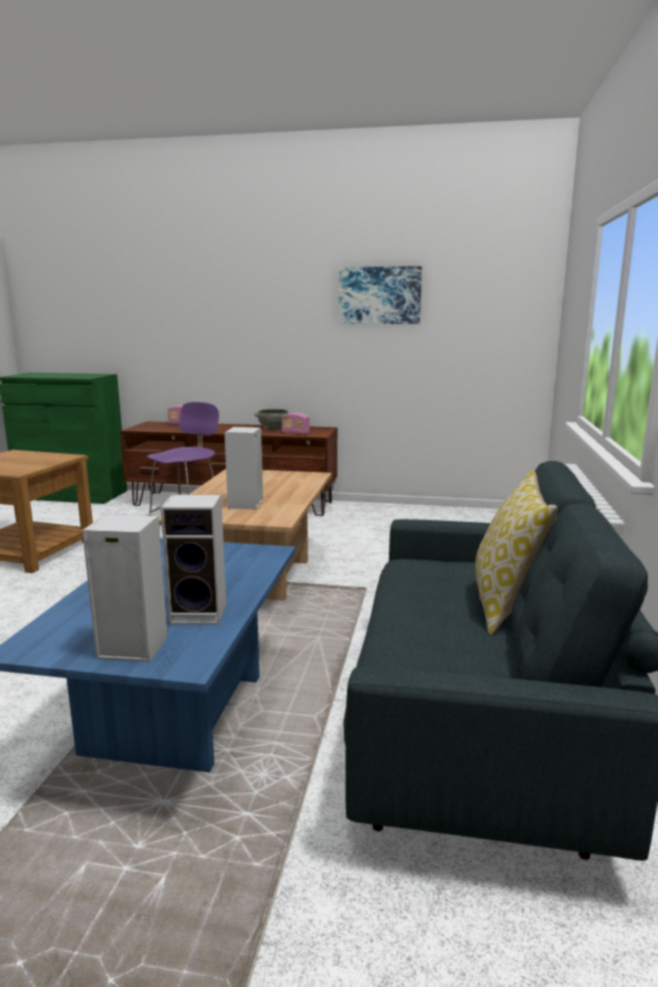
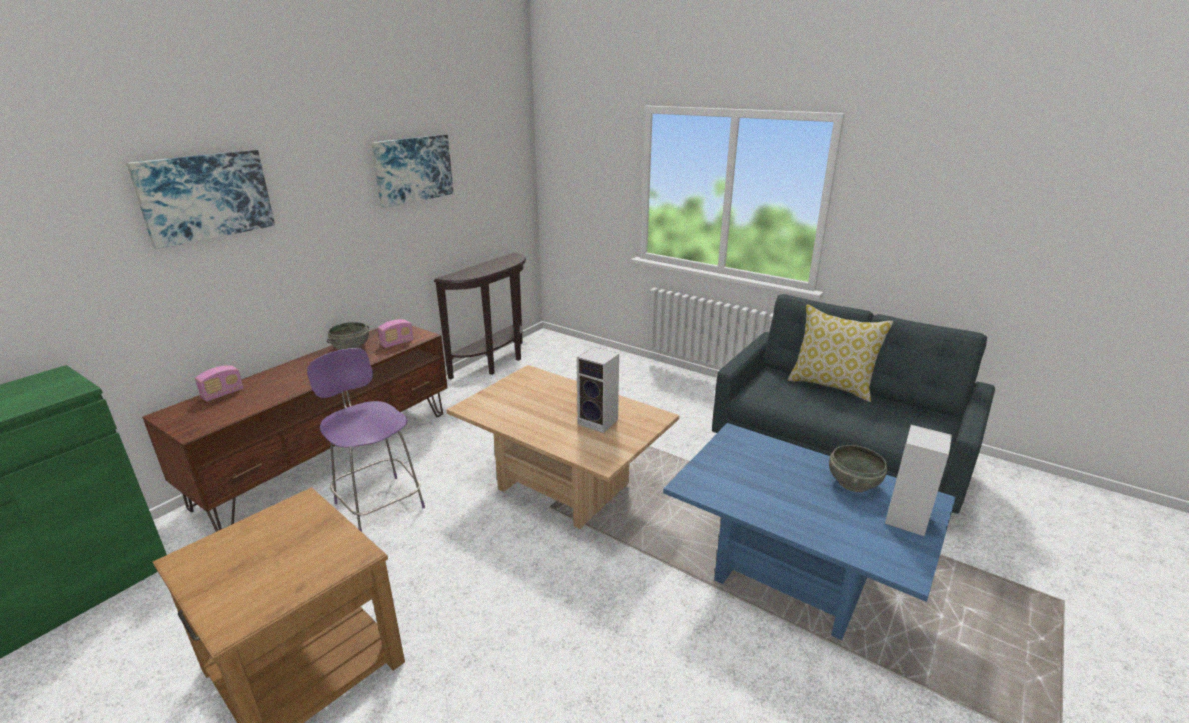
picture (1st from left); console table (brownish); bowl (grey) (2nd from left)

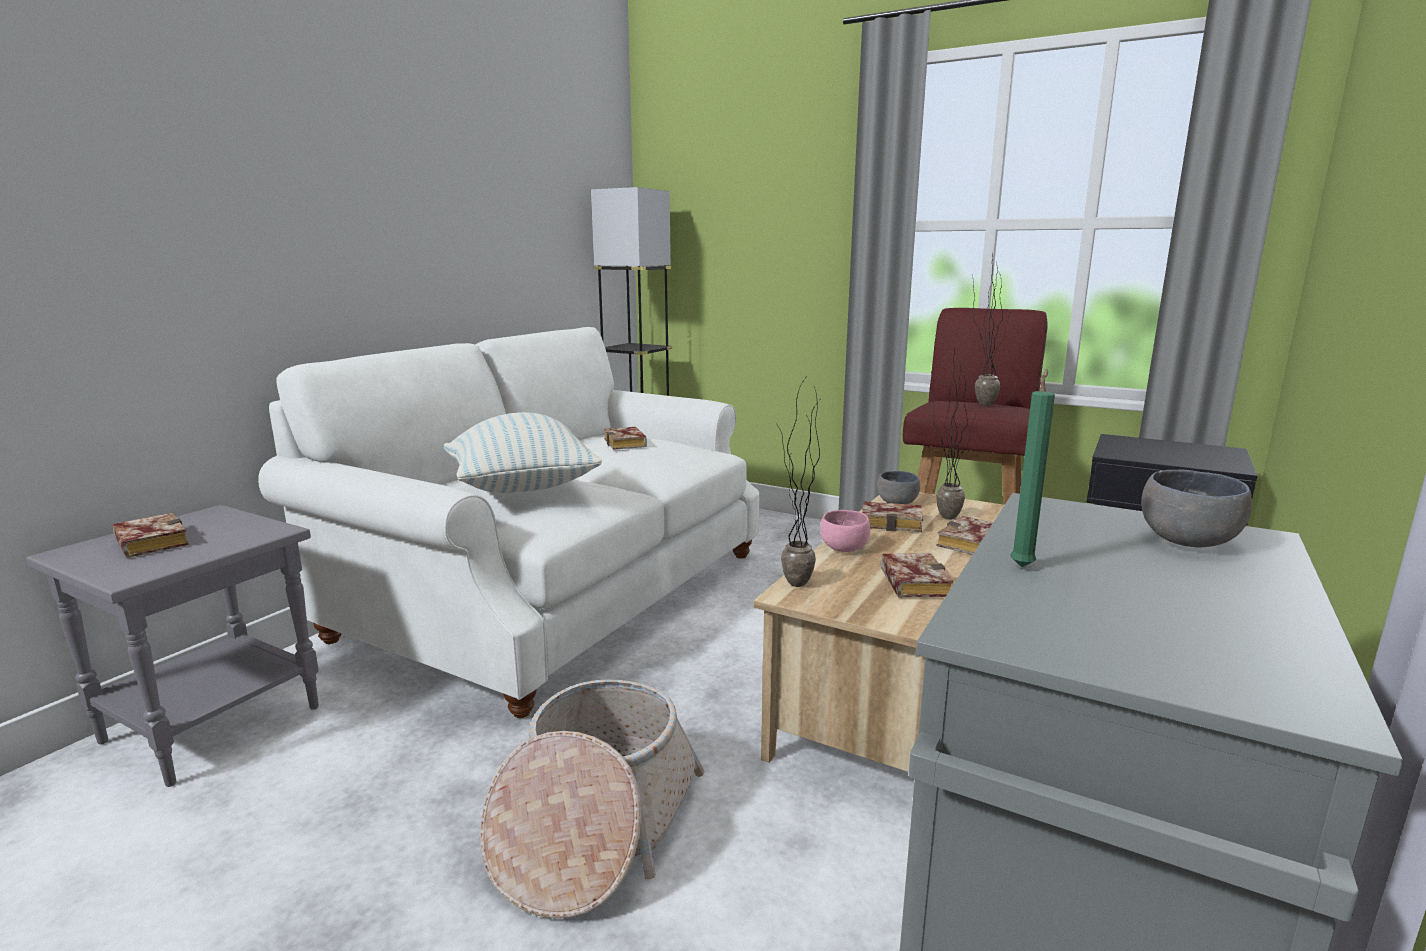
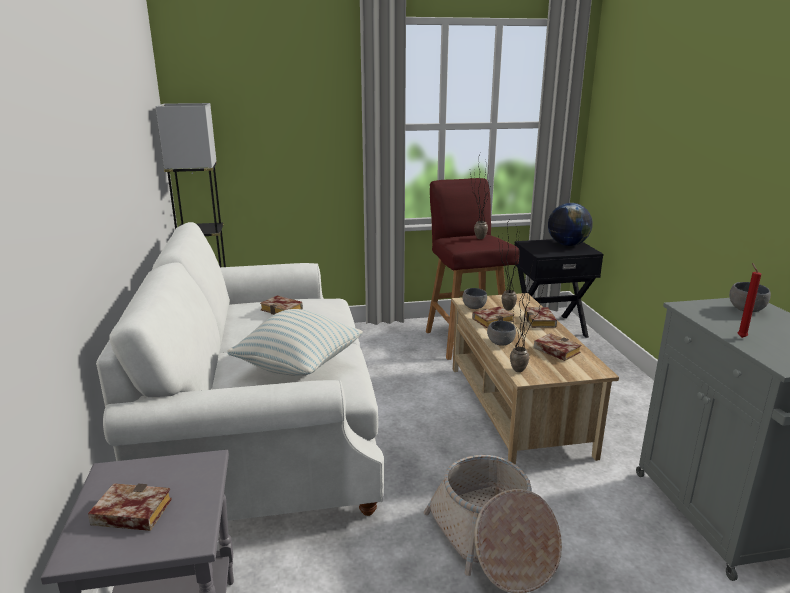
bowl (grey) (2nd from left); desk globe; wax light (reddish)

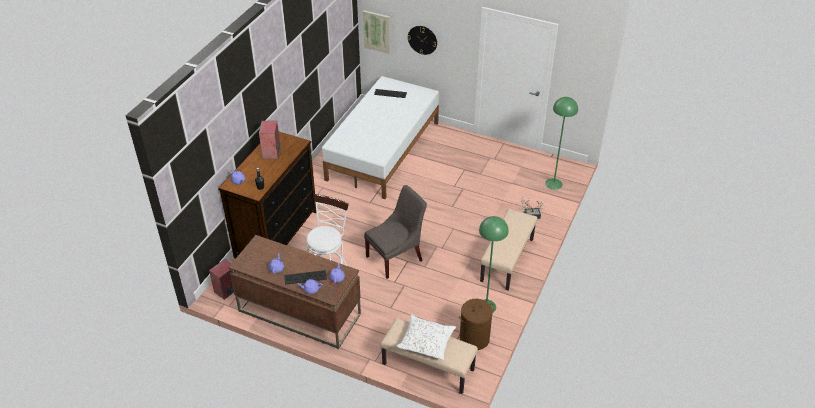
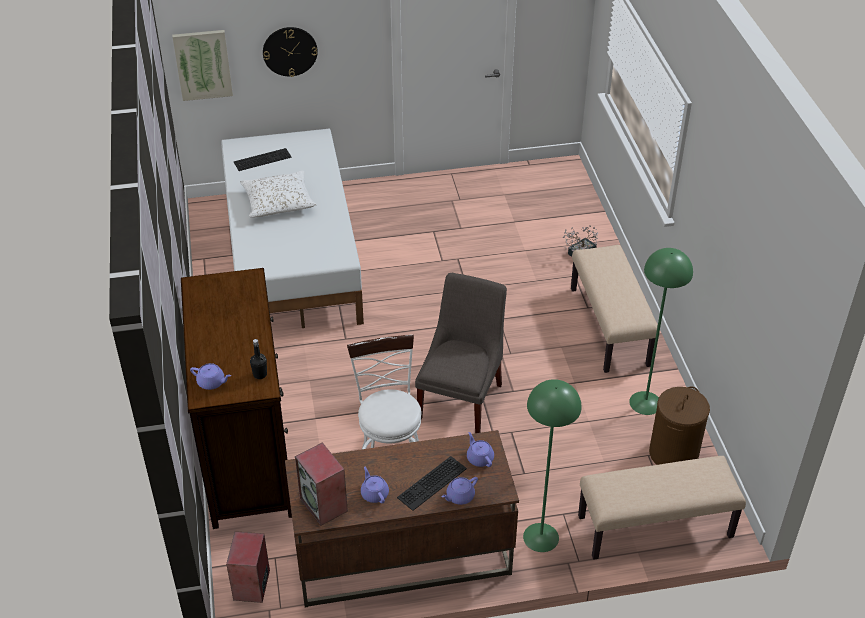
cushion (whitish); audio speaker (2nd from left); standard lamp (green) (1st from left)

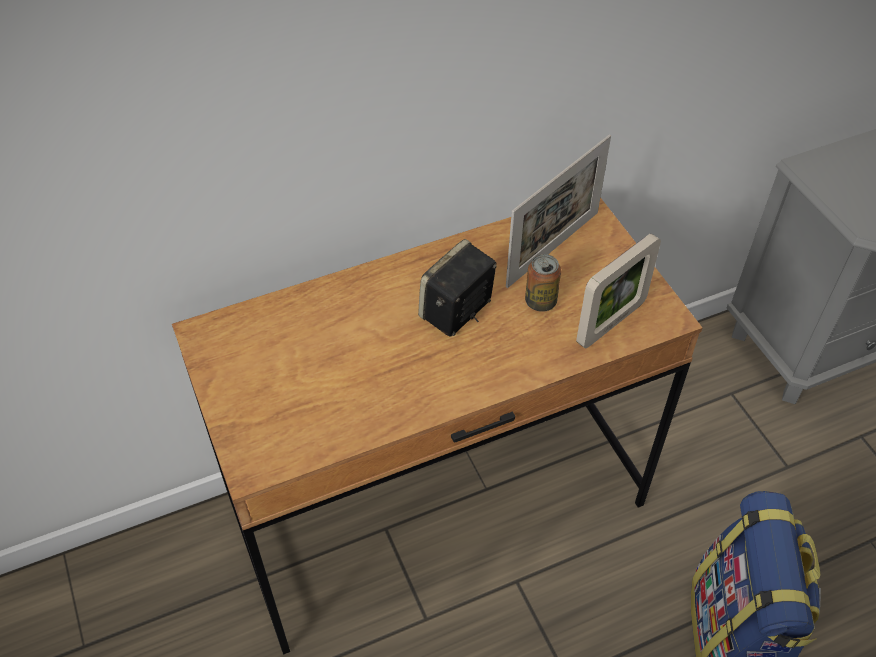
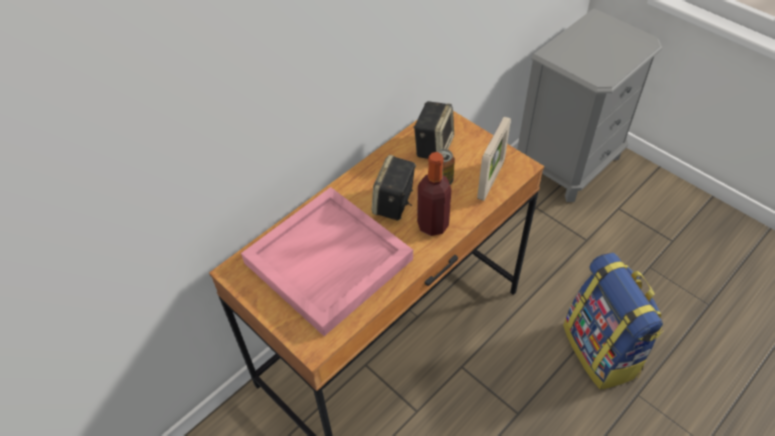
serving tray (pink-coloured); audio speaker (2nd from left); bottle

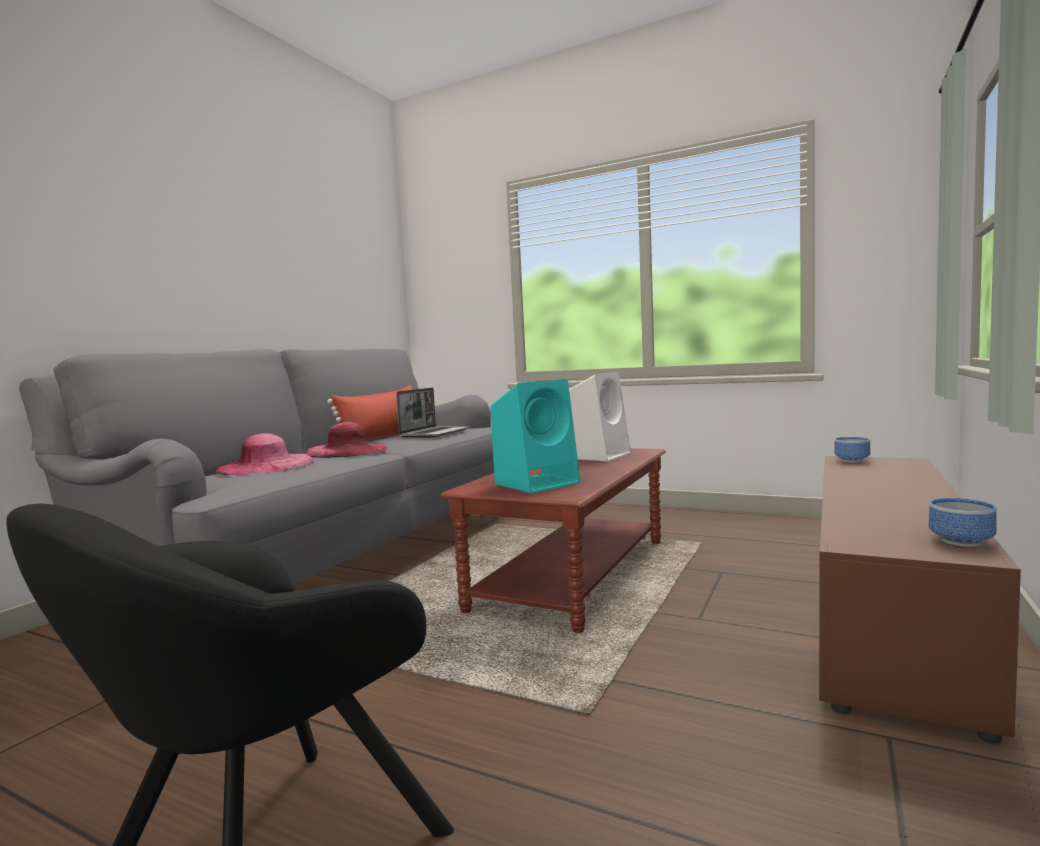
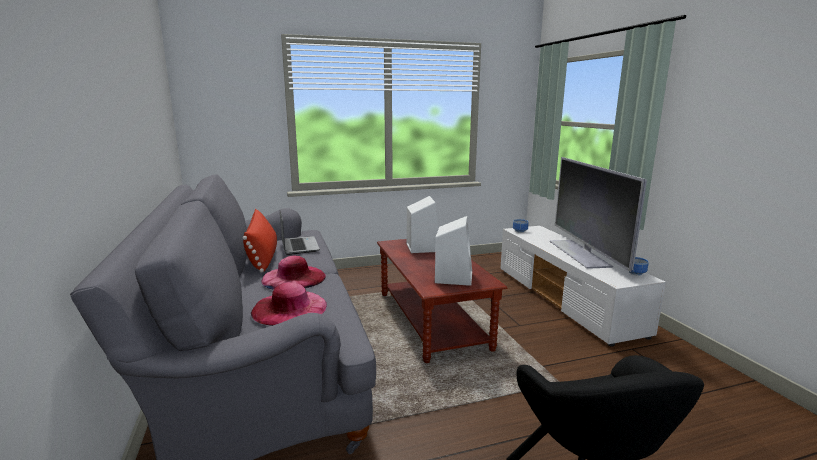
audio speaker (whitish) (2nd from left); media console (whitish); TV set

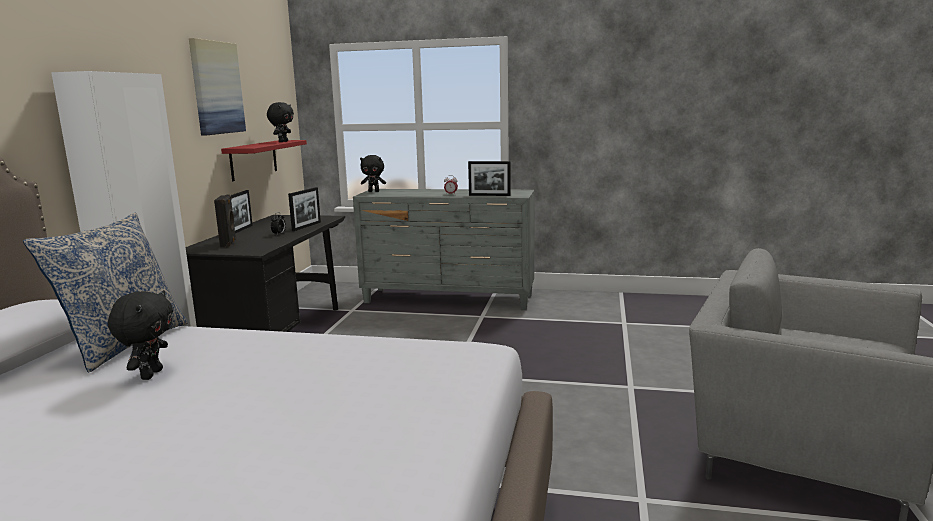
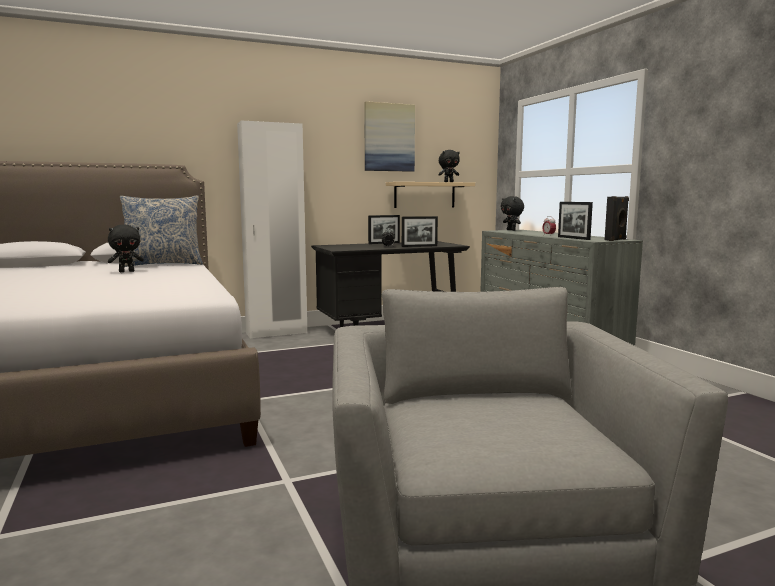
shelf (beige-coloured); audio speaker (black)

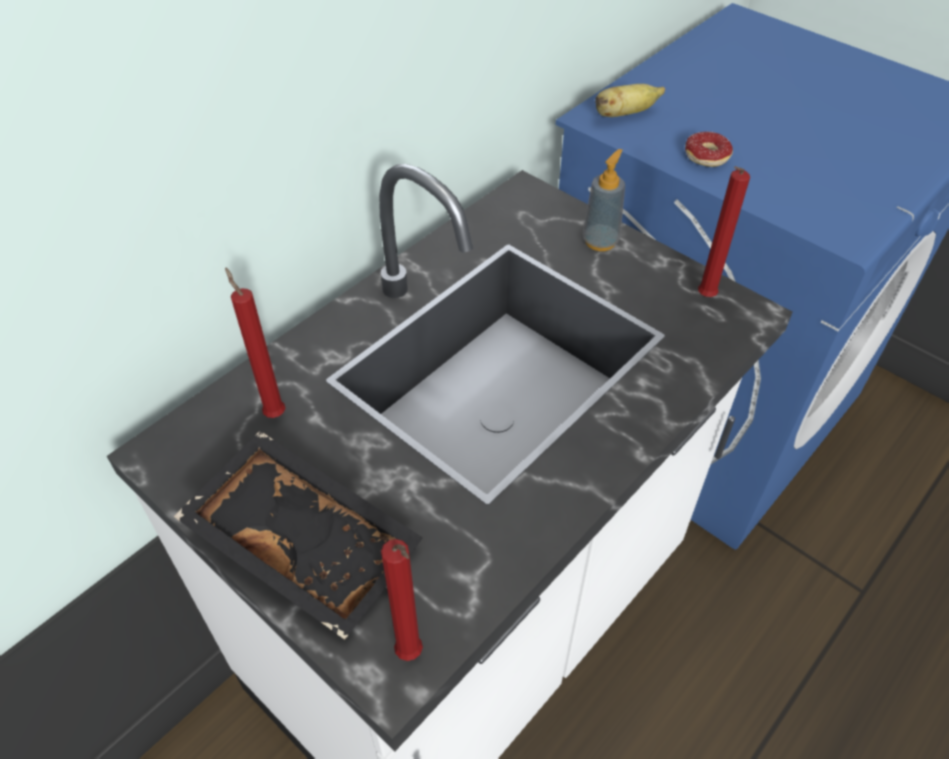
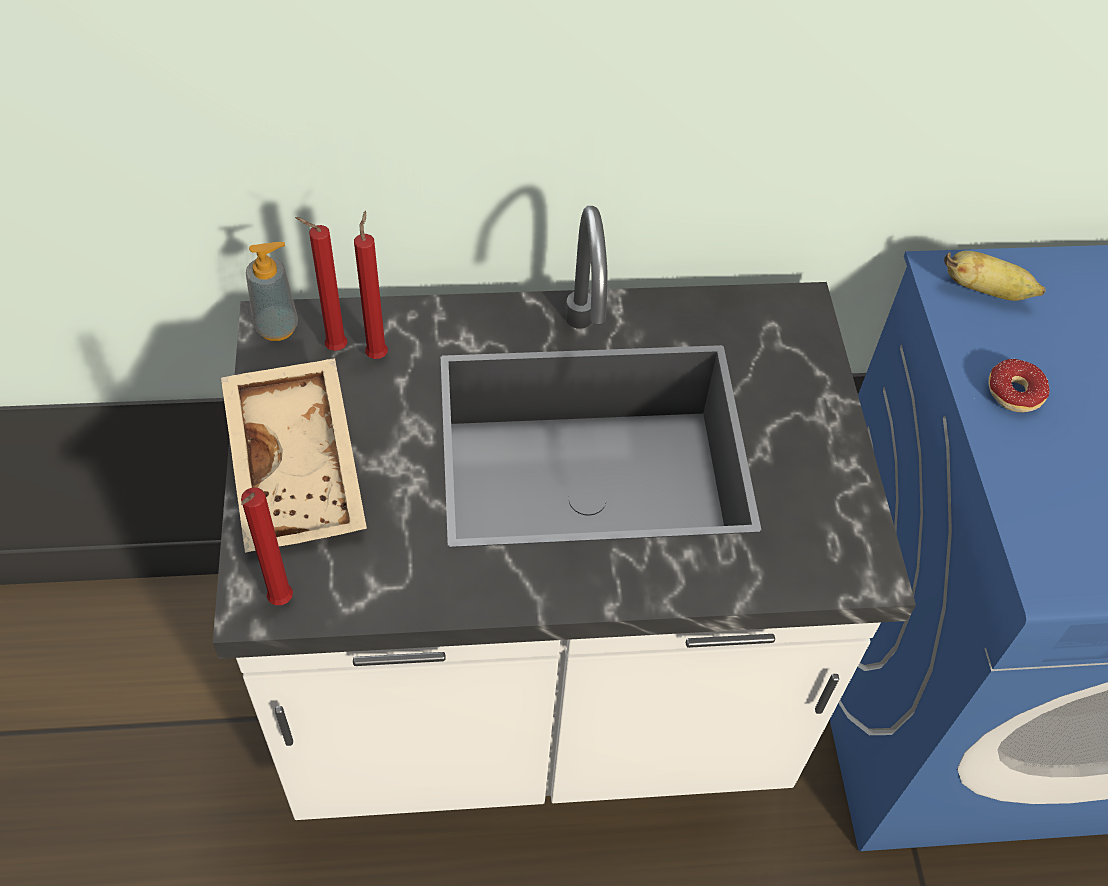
serving tray (beige-coloured); soap dispenser; wax light (reddish) (2nd from left)

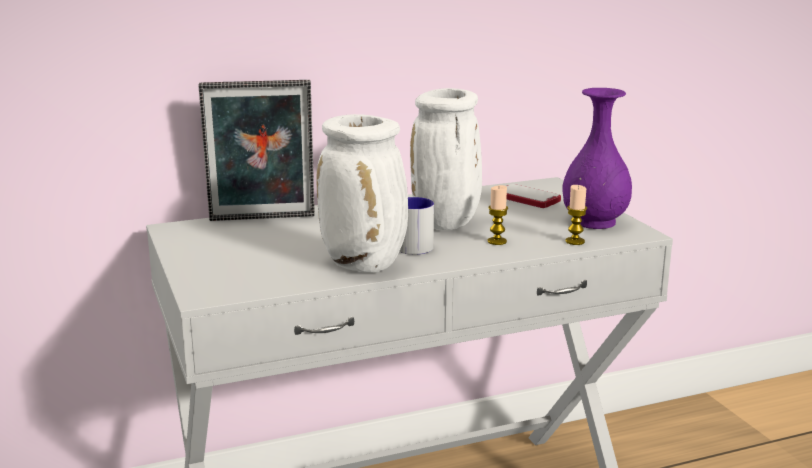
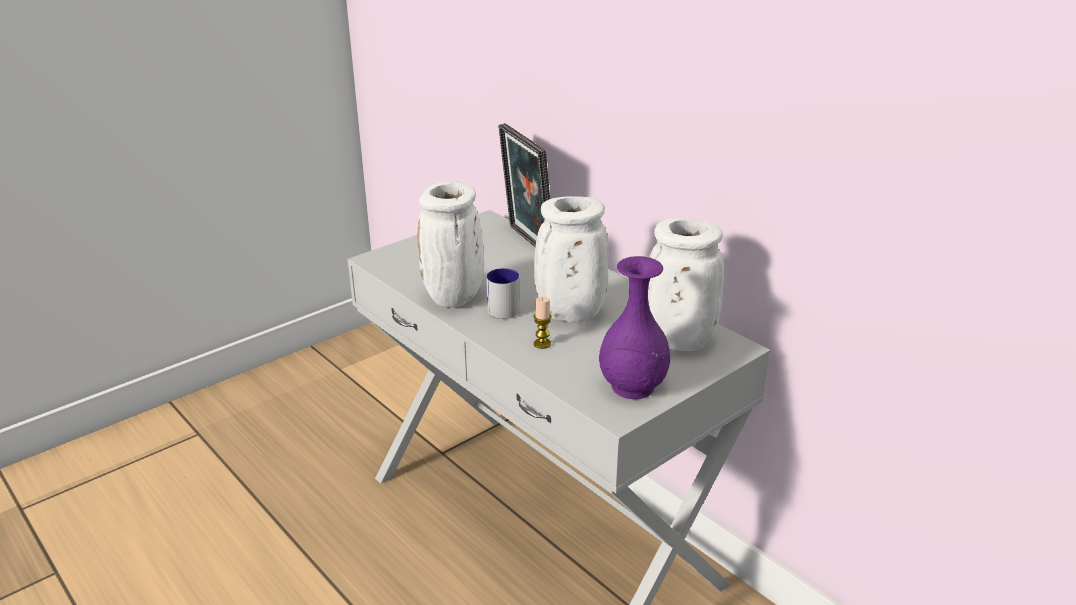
decorative vase (whitish) (3rd from left); wax light (2nd from left in the first image)

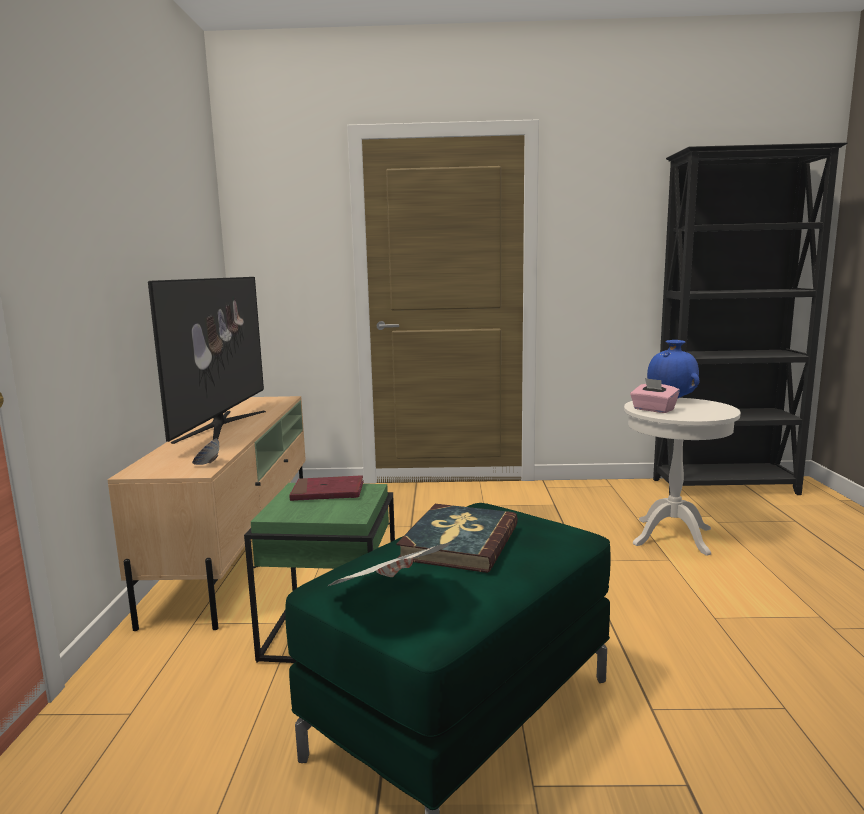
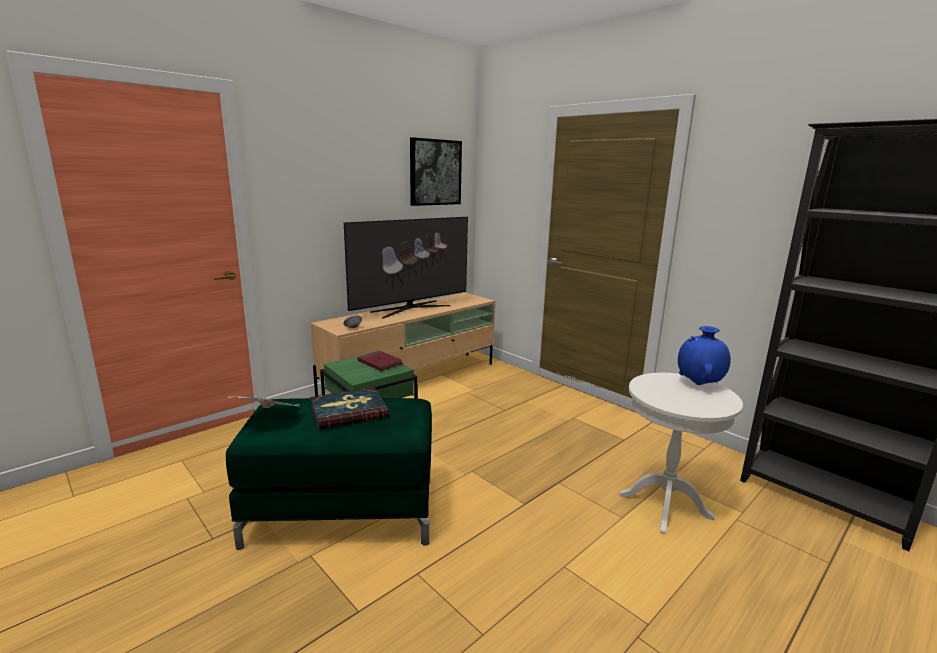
picture; box of tissues (pink-coloured)

